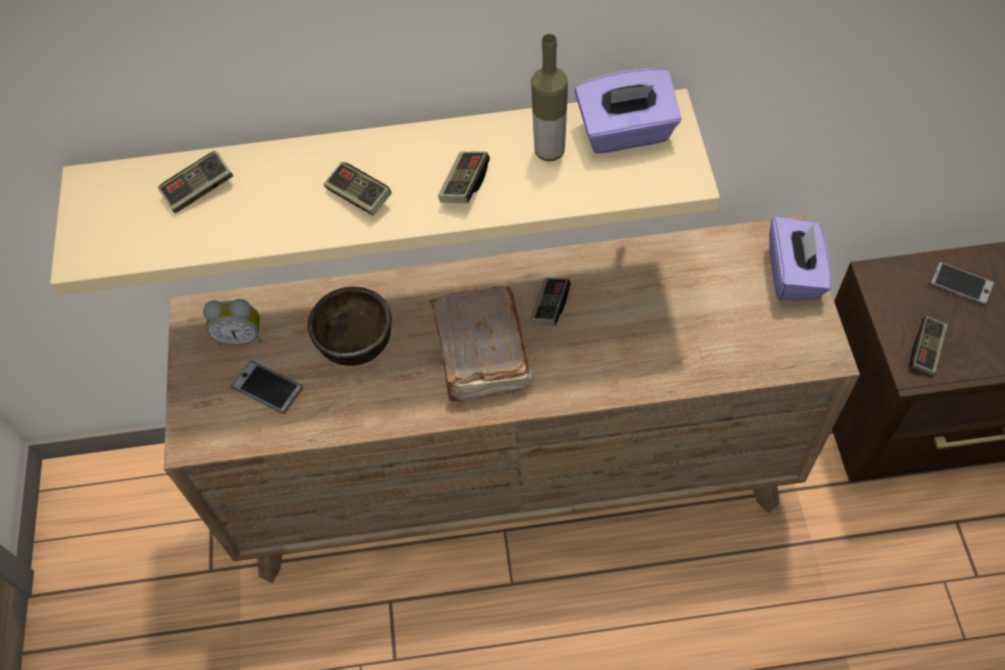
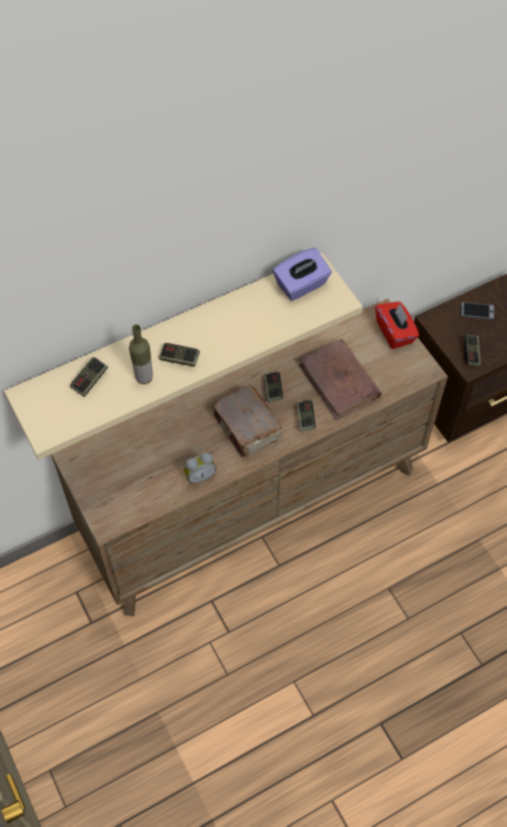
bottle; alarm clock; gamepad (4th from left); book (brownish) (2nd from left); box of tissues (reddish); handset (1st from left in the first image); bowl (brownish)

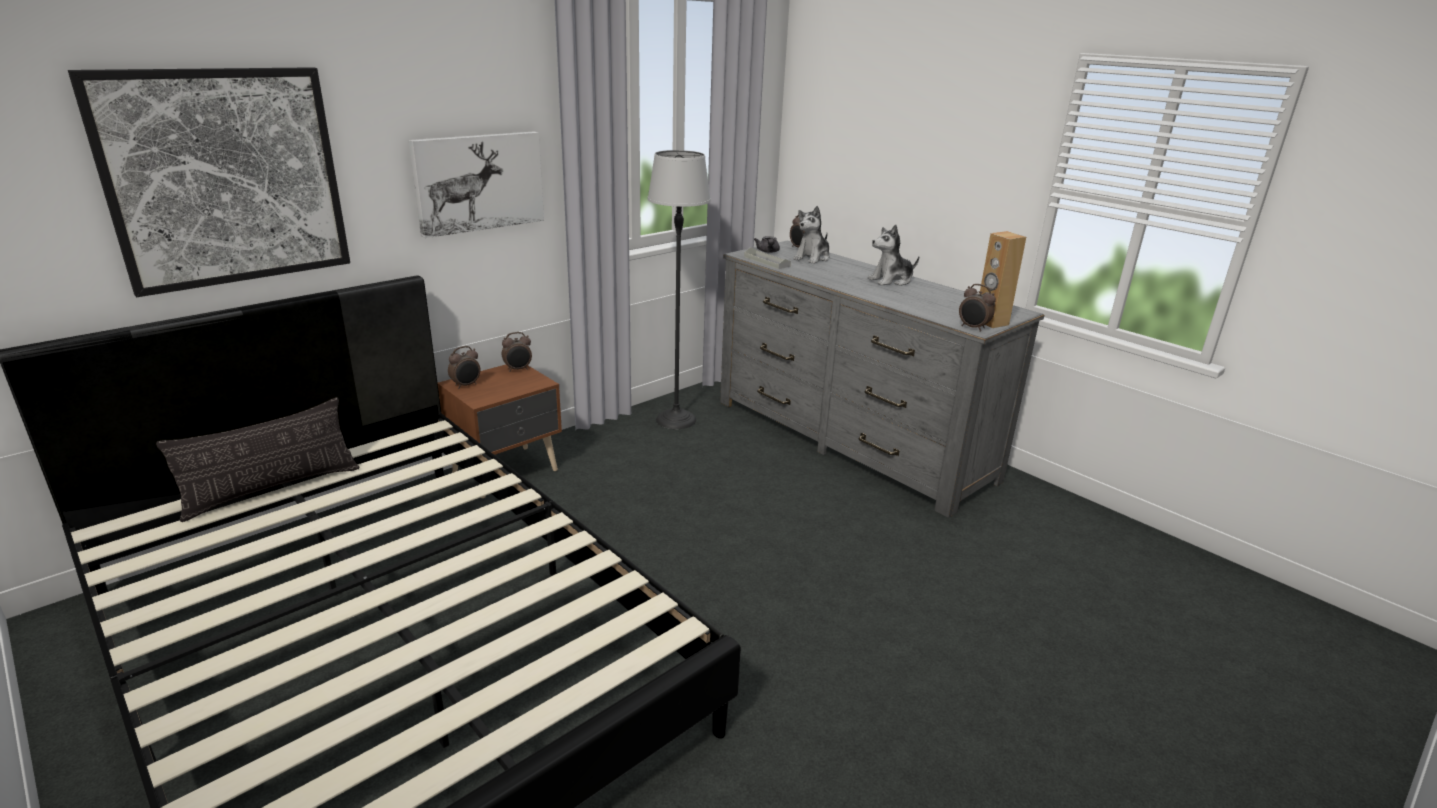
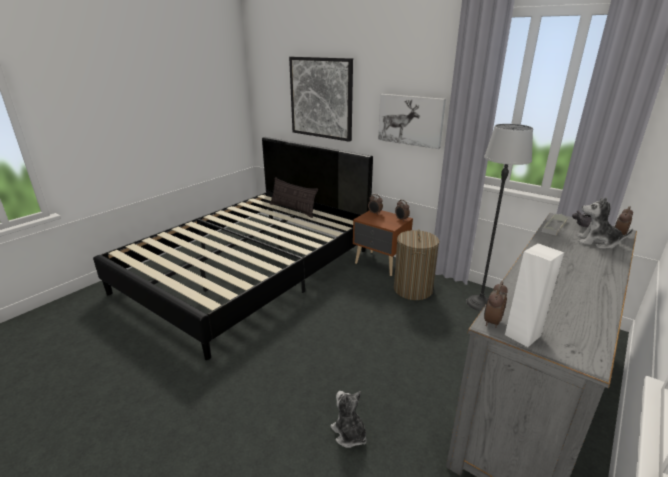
plush toy (1st from left); washing basket; audio speaker (whitish)

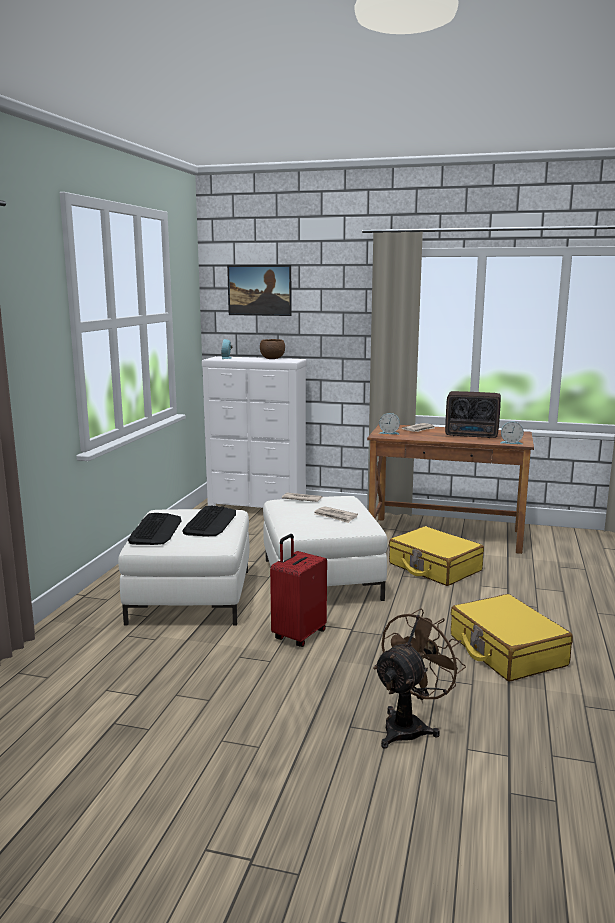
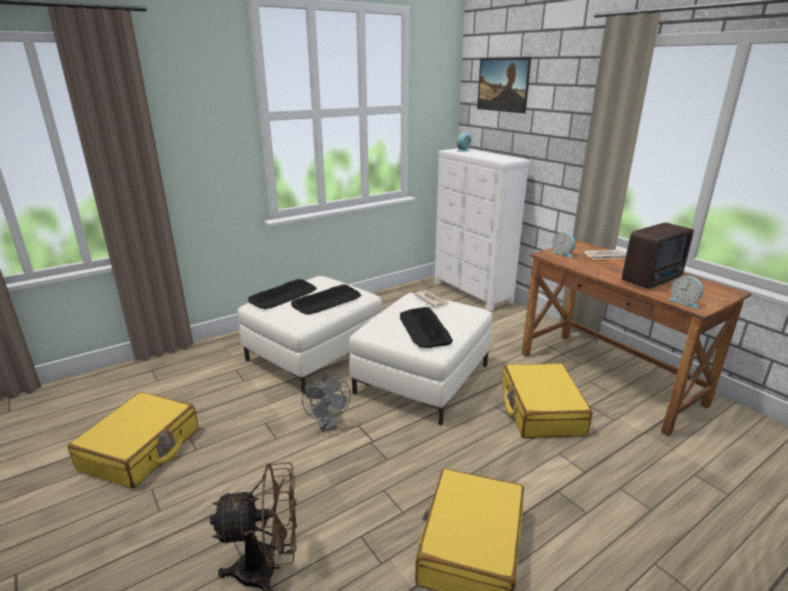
piece of luggage (yellowish) (1st from left); cooling fan (grey); PC keyboard (3rd from left); radio; bowl (brownish)

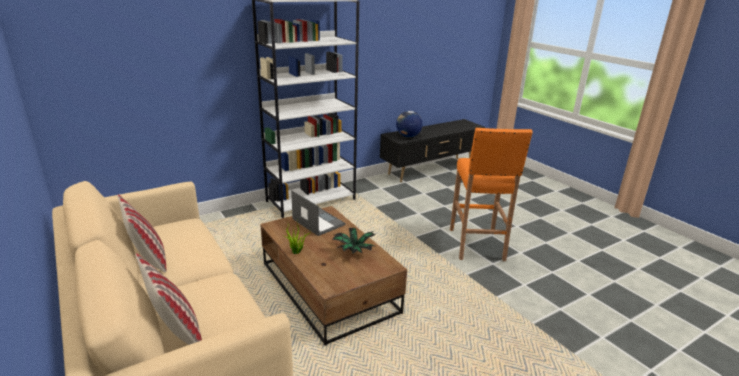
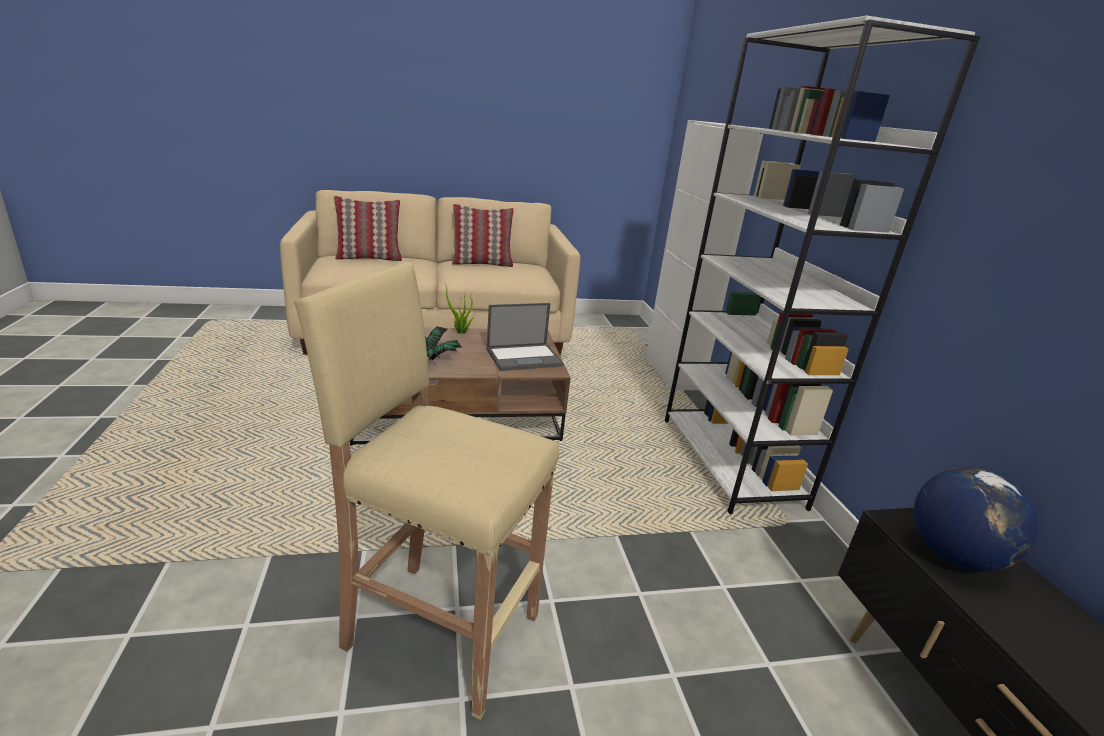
stool seat (beige-coloured); cupboard (whitish)

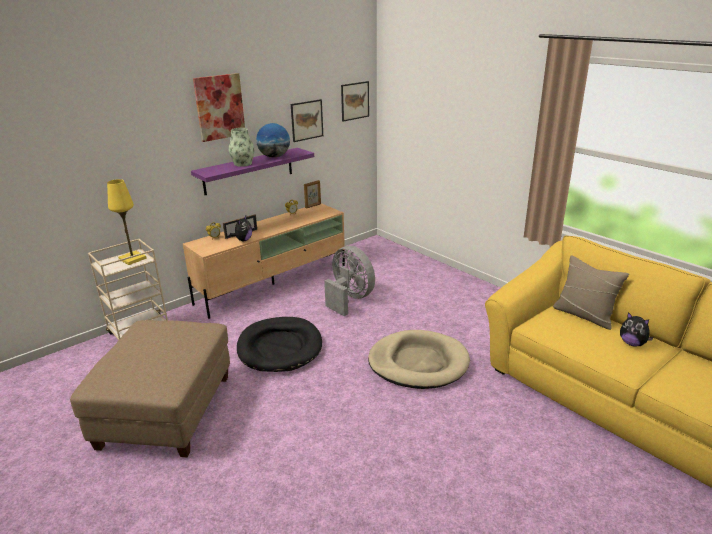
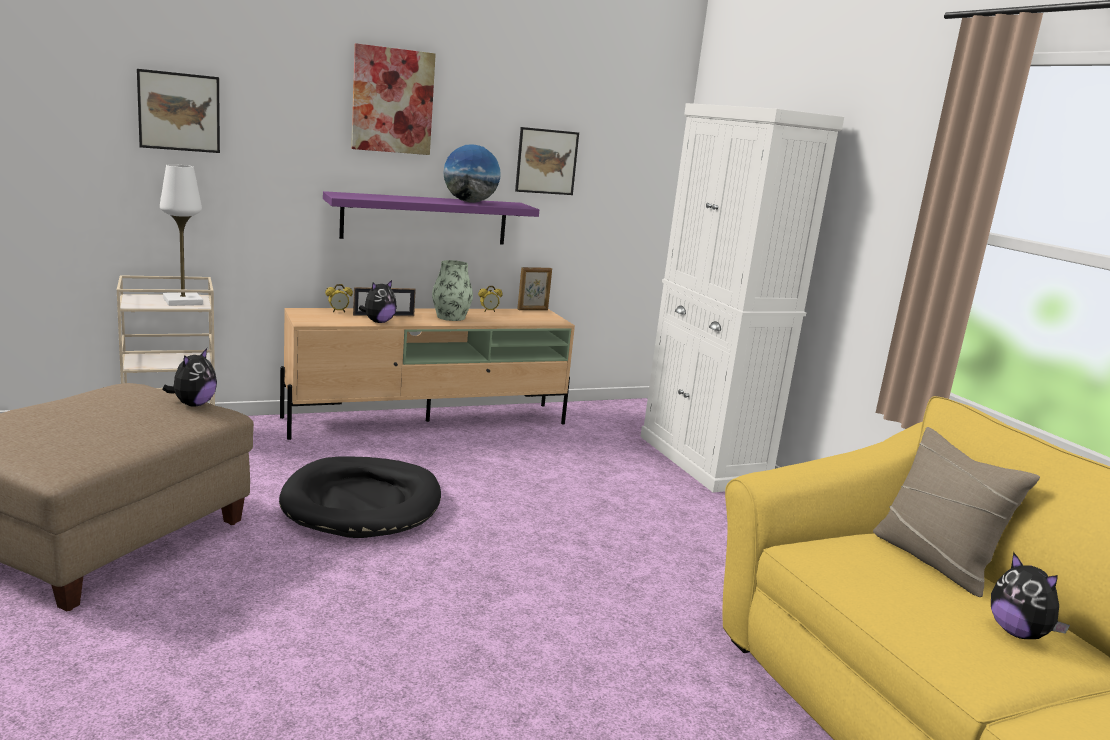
picture (1st from left); tabletop lamp (whitish); plush toy (1st from left); decorative vase; cupboard (whitish); cooling fan (grey); pet bed (beige-coloured)

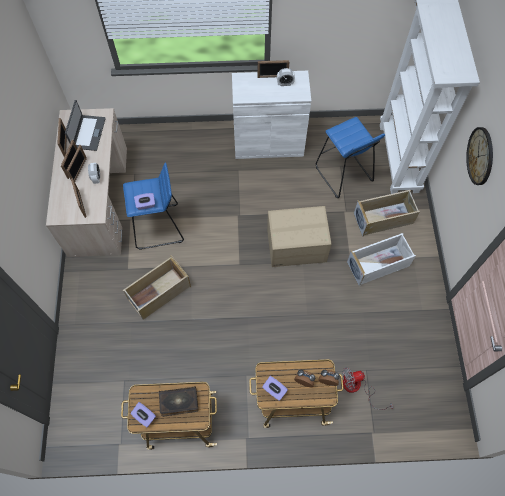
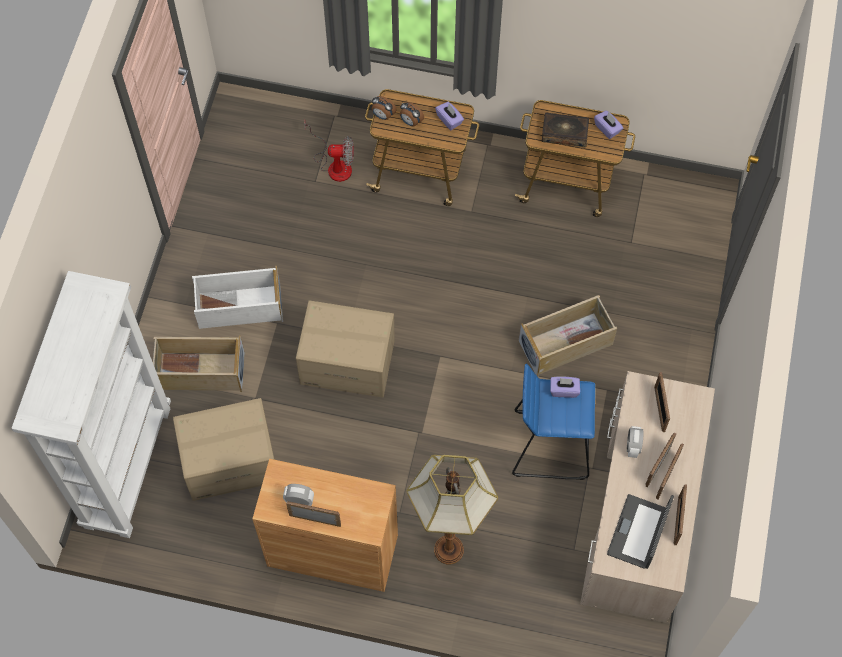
carton (1st from left); cupboard (brownish); standard lamp; clock on the wall

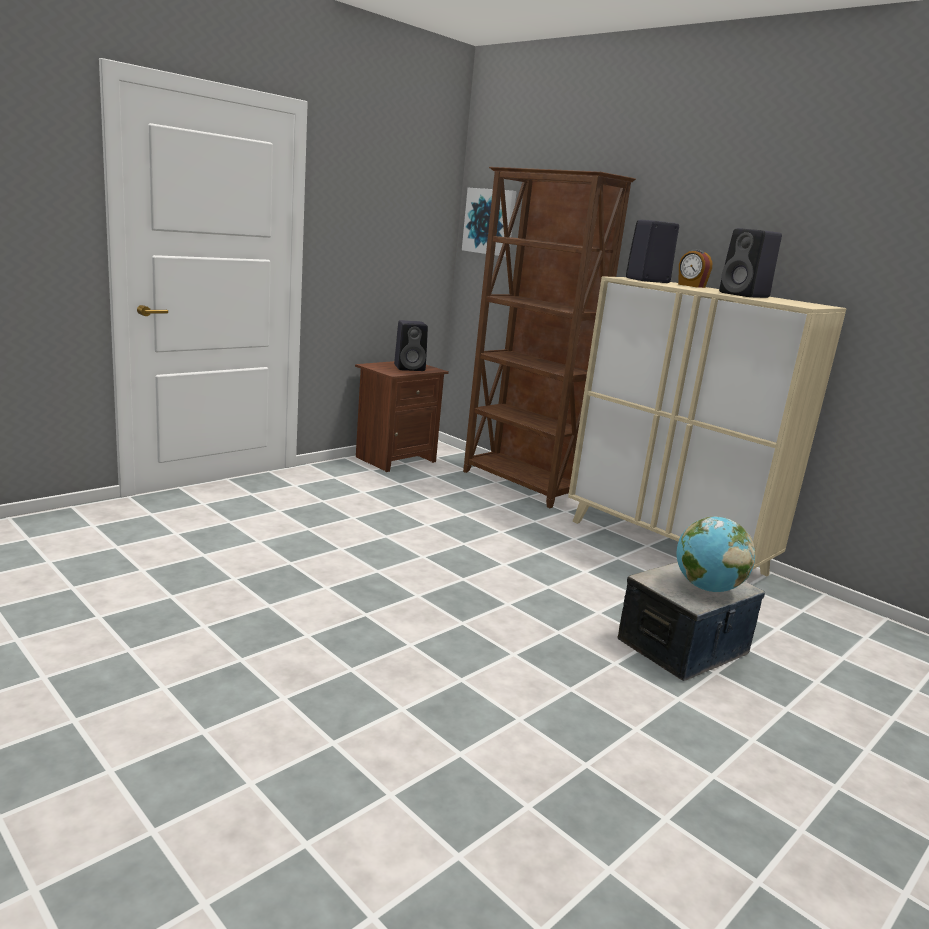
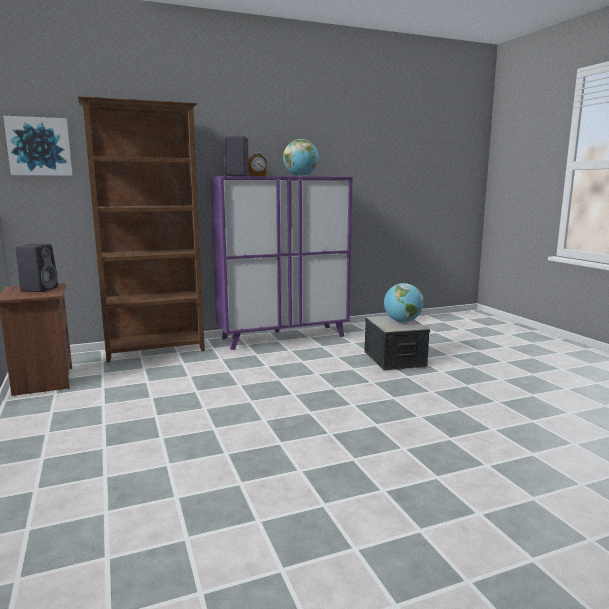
cupboard (purple); desk globe (1st from left)

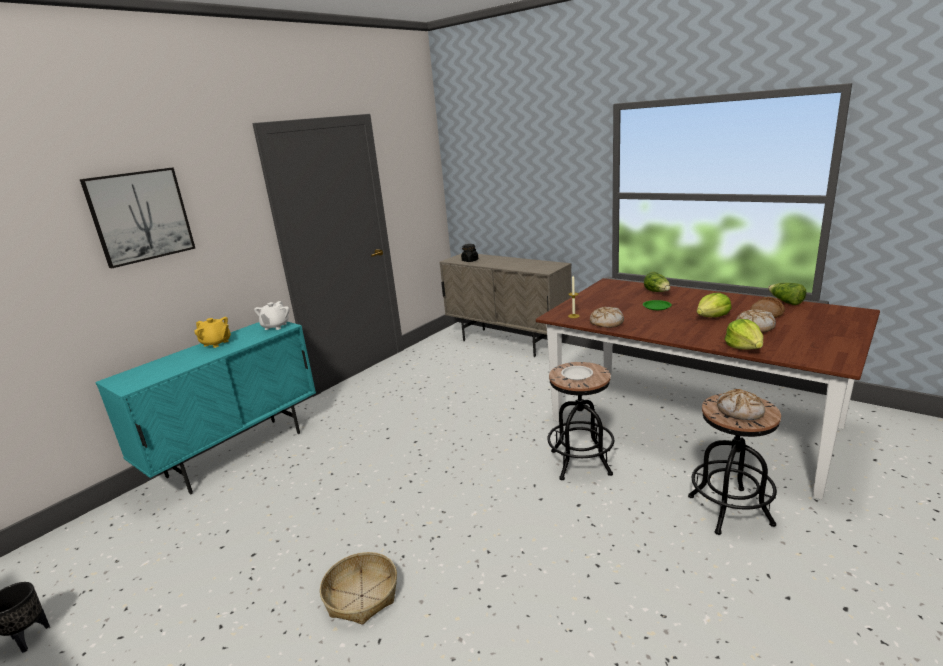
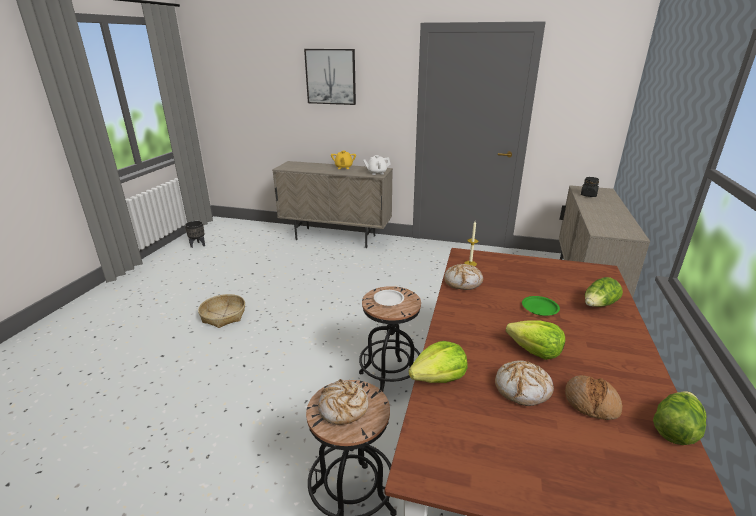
cupboard (beige-coloured) (1st from left)

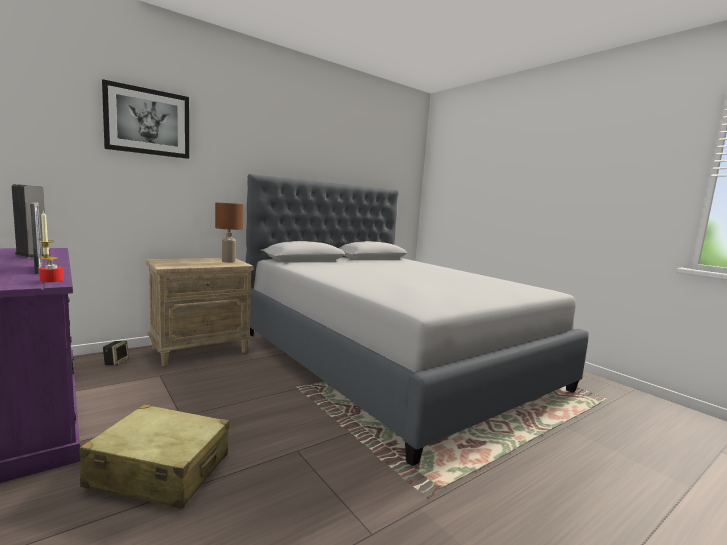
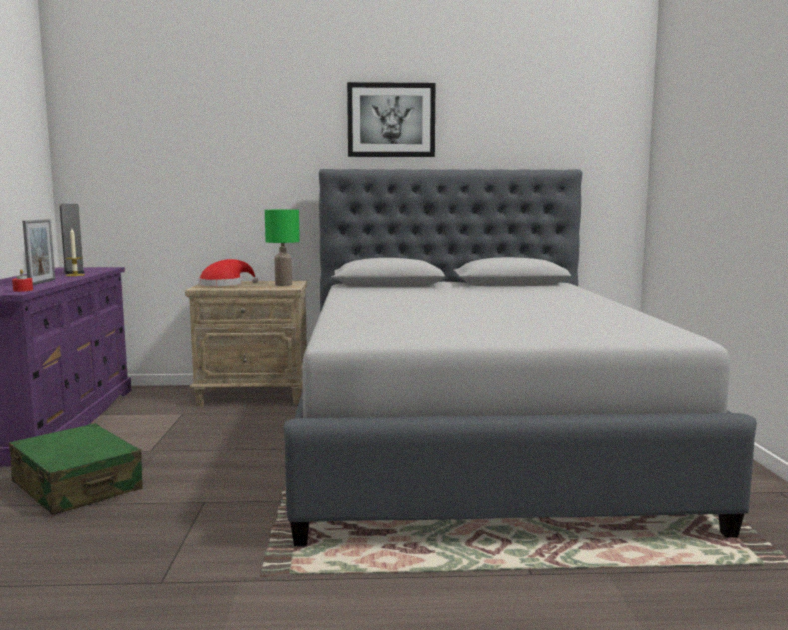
piece of luggage (green); hat (reddish); tabletop lamp (green); picture; audio speaker (2nd from left in the first image)

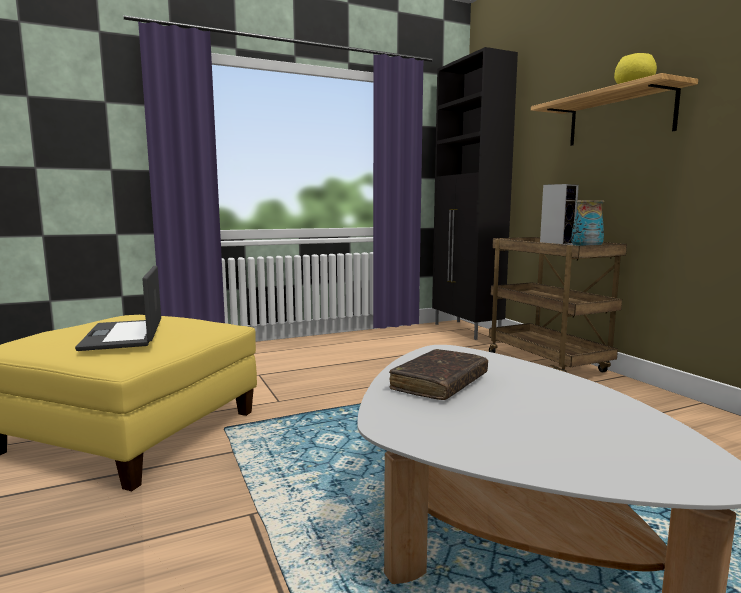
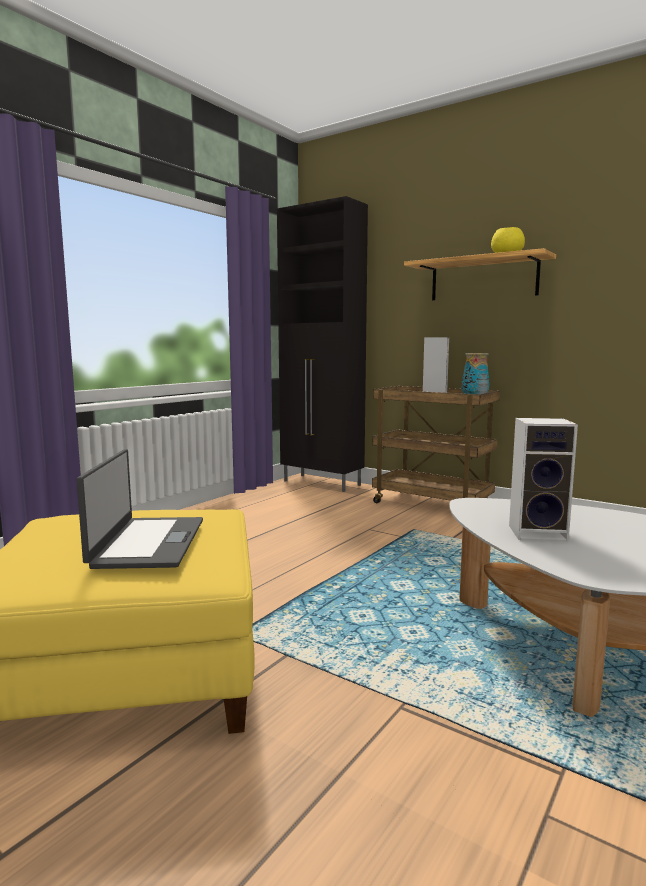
portable computer; audio speaker (2nd from left)

